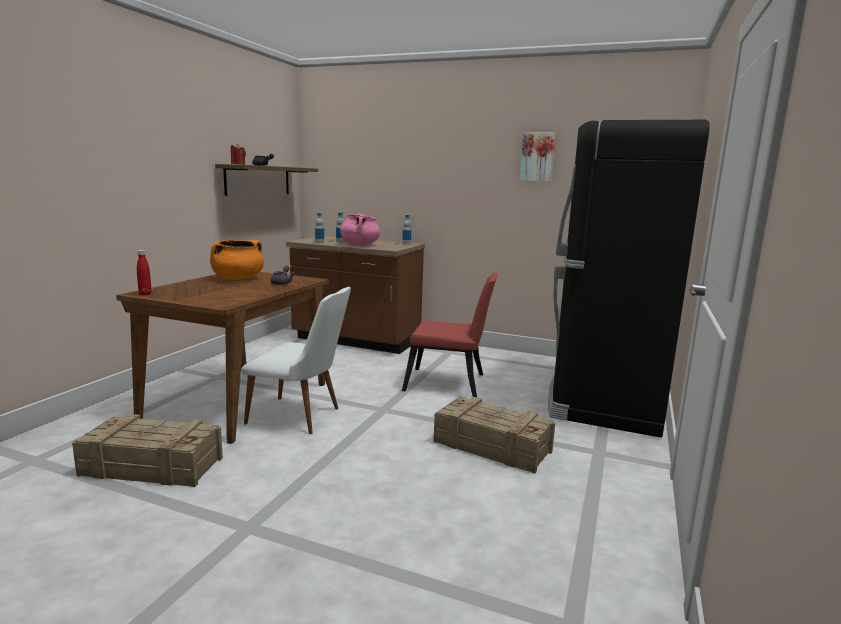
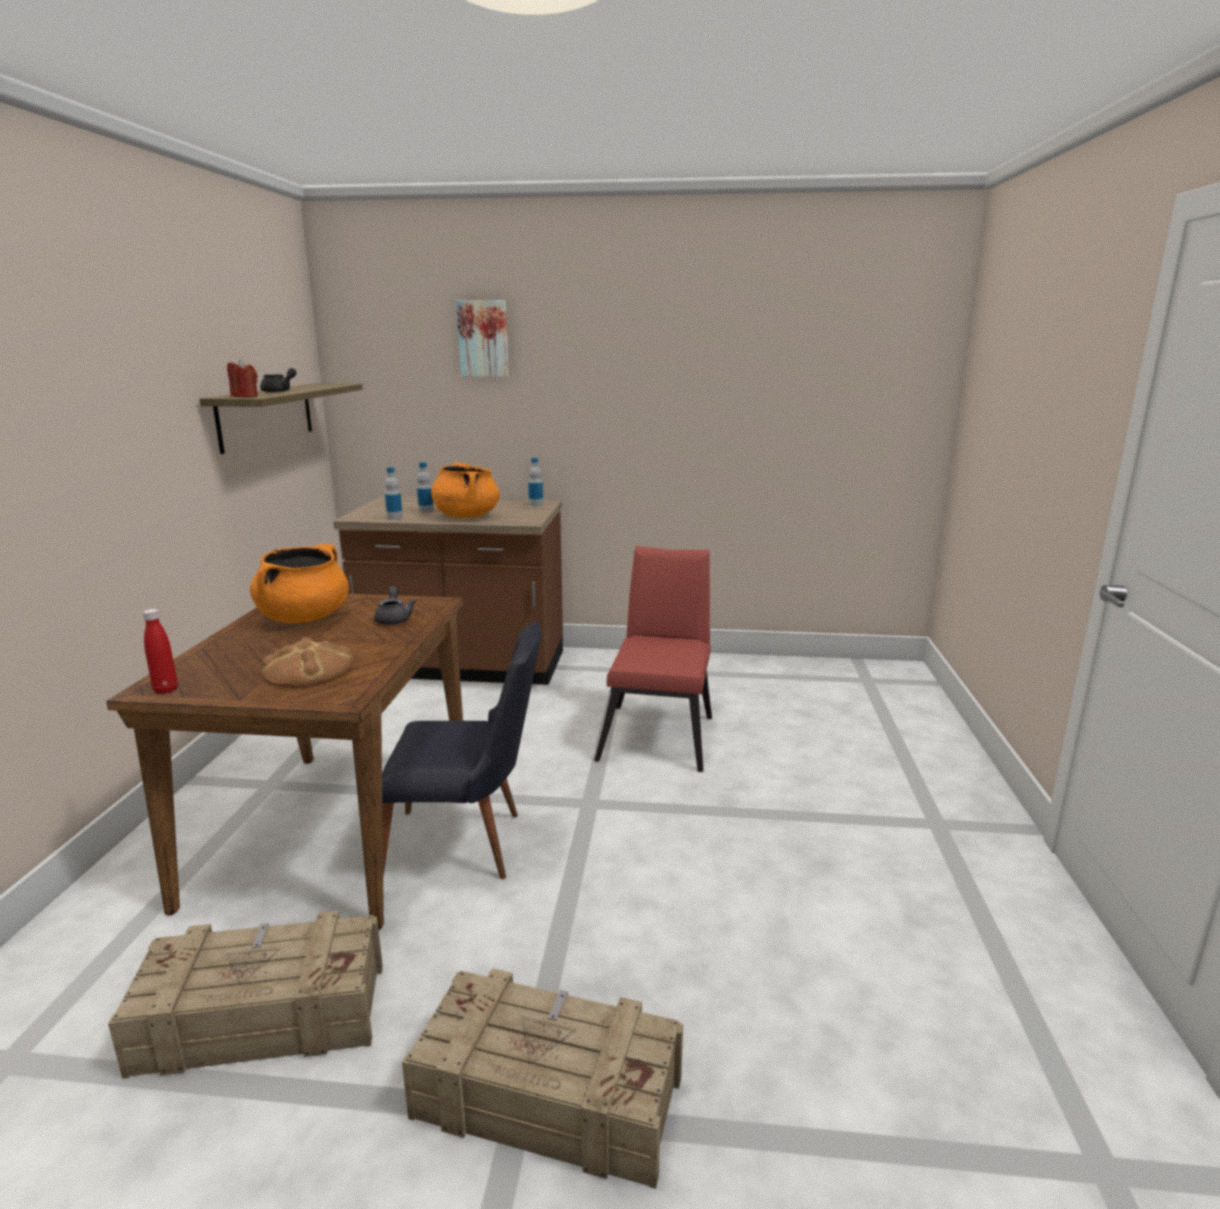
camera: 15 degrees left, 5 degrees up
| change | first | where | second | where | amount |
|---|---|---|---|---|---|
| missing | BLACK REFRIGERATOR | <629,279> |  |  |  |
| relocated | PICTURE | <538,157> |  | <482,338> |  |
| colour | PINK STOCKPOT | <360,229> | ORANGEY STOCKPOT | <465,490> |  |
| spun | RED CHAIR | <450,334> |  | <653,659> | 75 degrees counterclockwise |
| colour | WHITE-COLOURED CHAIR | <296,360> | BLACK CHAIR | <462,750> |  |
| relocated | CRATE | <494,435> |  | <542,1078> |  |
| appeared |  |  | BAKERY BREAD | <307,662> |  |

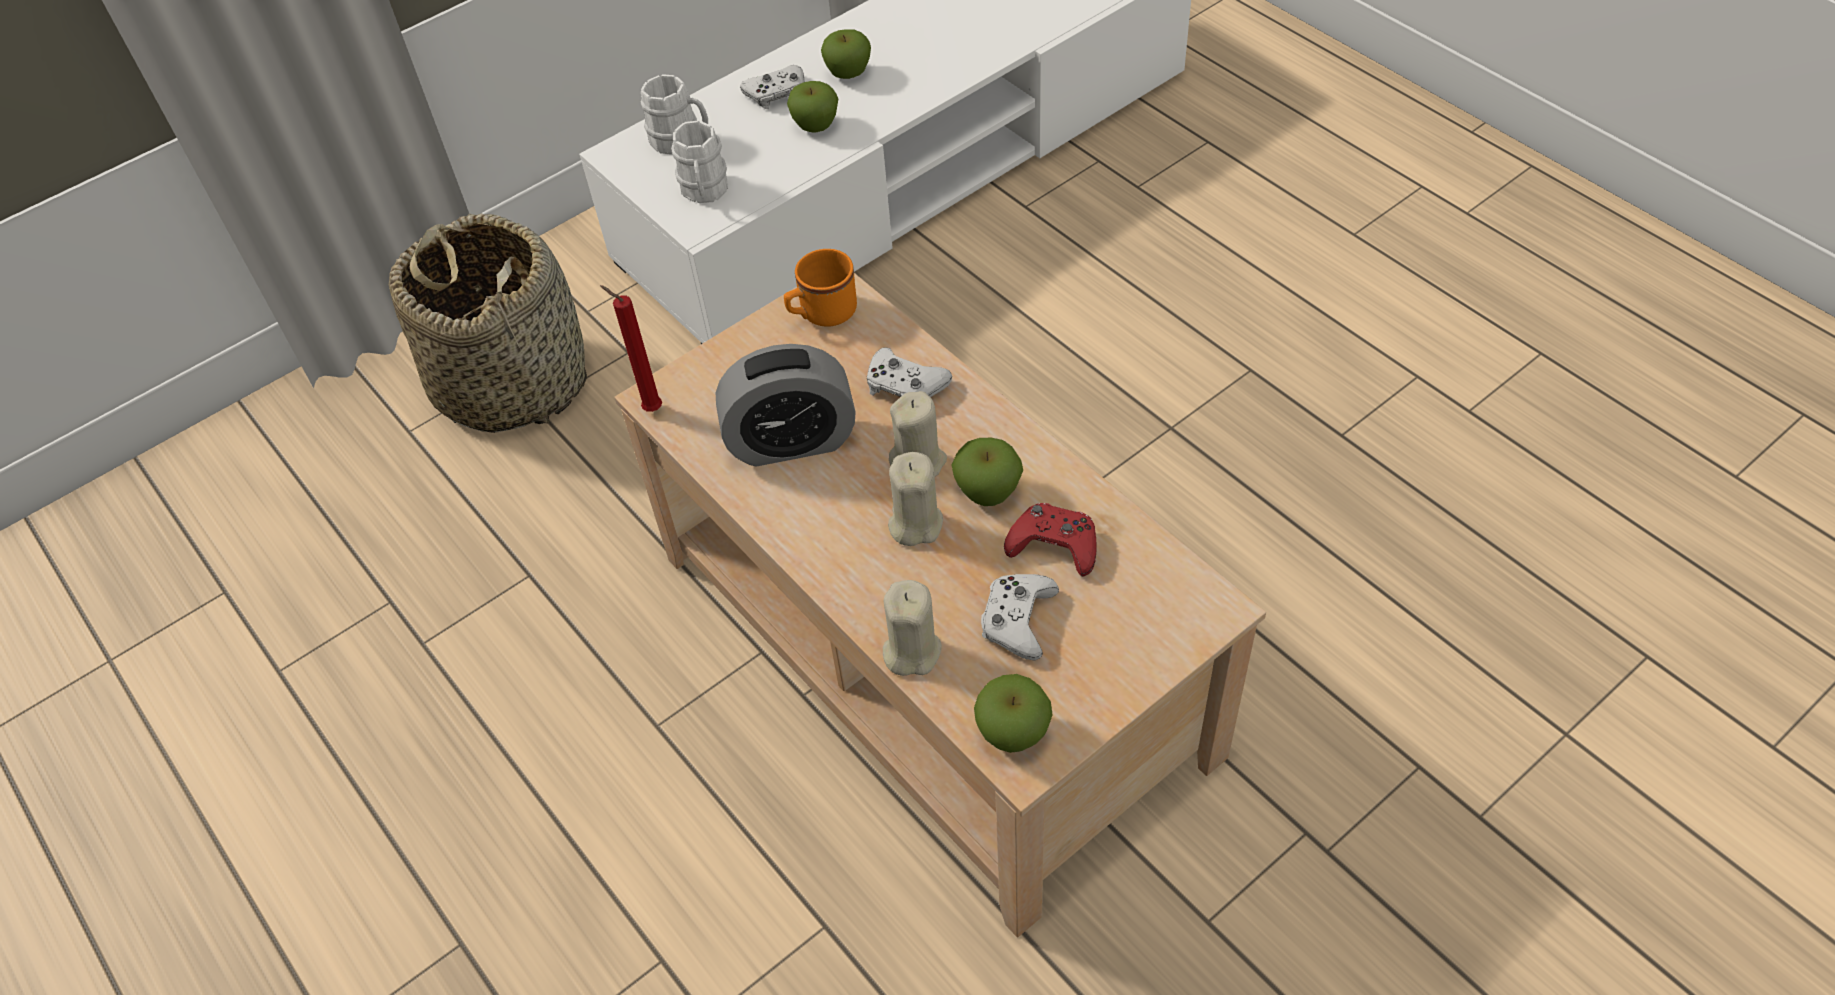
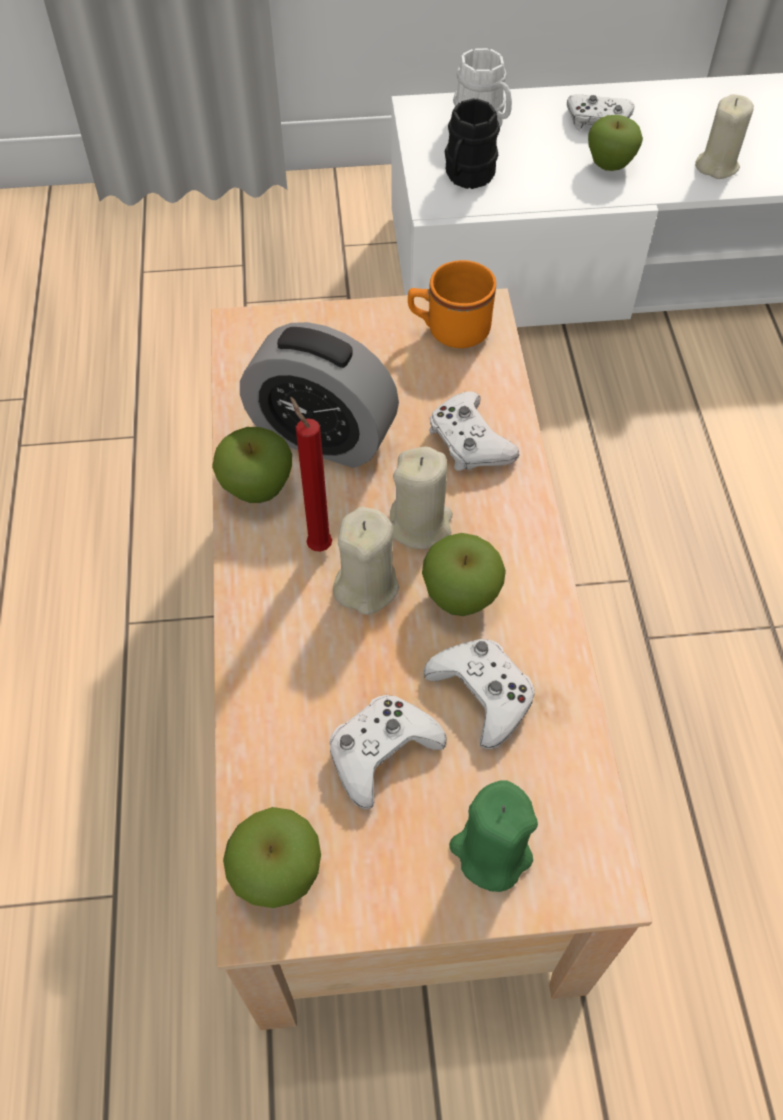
camera: 30 degrees right, 5 degrees up
| change | first | where | second | where | amount |
|---|---|---|---|---|---|
| relocated | APPLE | <846,54> |  | <252,465> |  |
| colour | WHITE-COLOURED TEA MUG | <699,162> | BLACK TEA MUG | <472,143> |  |
| missing | HOUSEHOLD BASKET | <488,323> |  |  |  |
| relocated | RED WAX CANDLE | <631,348> |  | <311,474> |  |
| colour | RED GAMEPAD | <1050,539> | WHITE-COLOURED GAMEPAD | <479,694> |  |
| relocated | SAND-COLOURED WAX CANDLE | <912,628> |  | <724,136> |  |
| appeared |  |  | GREEN WAX CANDLE | <493,836> |  |

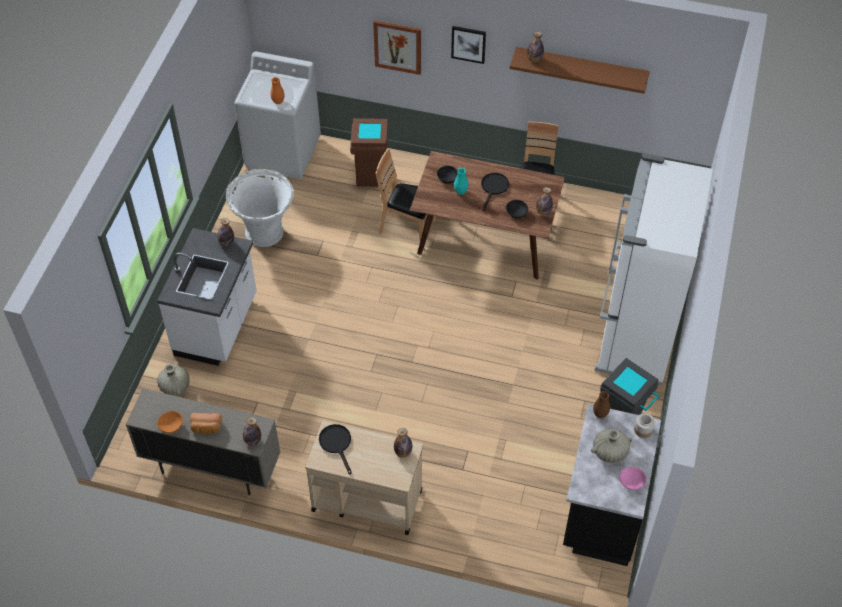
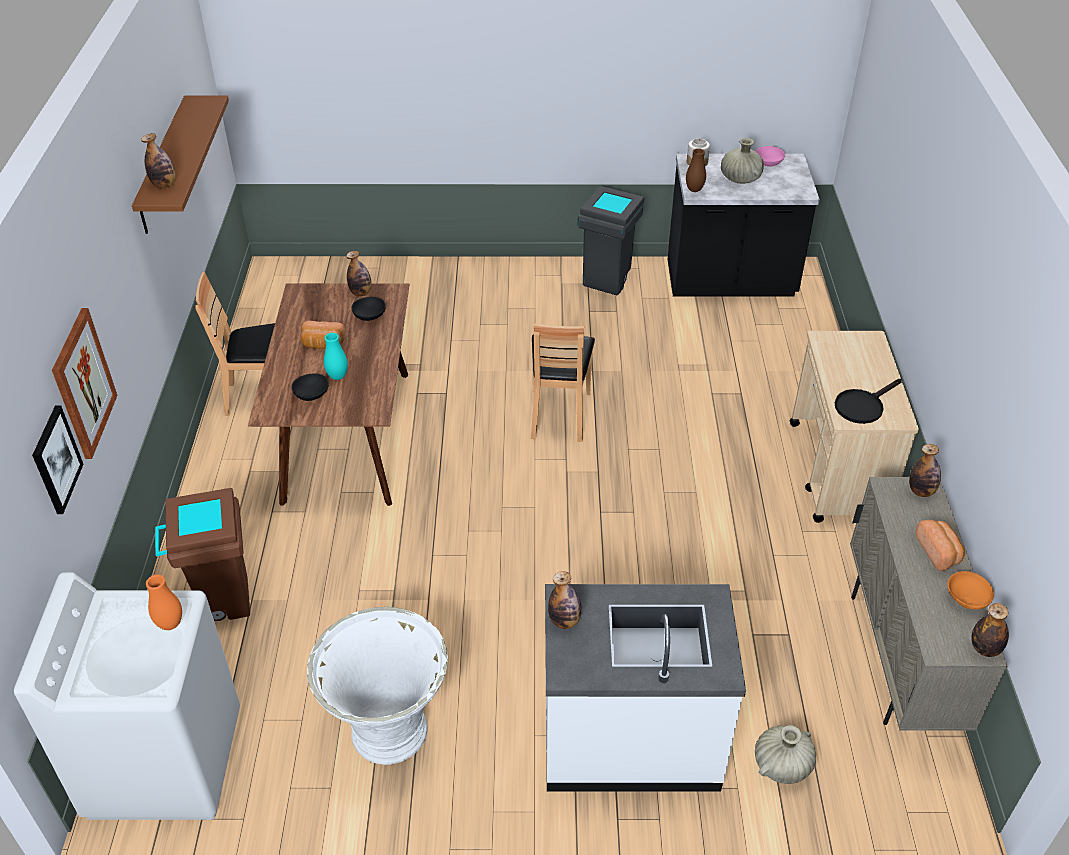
camera: 105 degrees left, 10 degrees down
| change | first | where | second | where | amount |
|---|---|---|---|---|---|
| relocated | PICTURE | <468,45> |  | <58,460> |  |
| relocated | BROWN-COLOURED CHAIR | <405,194> |  | <563,382> |  |
| missing | WHITE-COLOURED REFRIGERATOR | <653,269> |  |  |  |
| exchanged | BLACK PAN | <495,192> | BAKERY BREAD | <323,335> |  |
| relocated | DRINK BOTTLE | <403,443> |  | <990,630> |  |

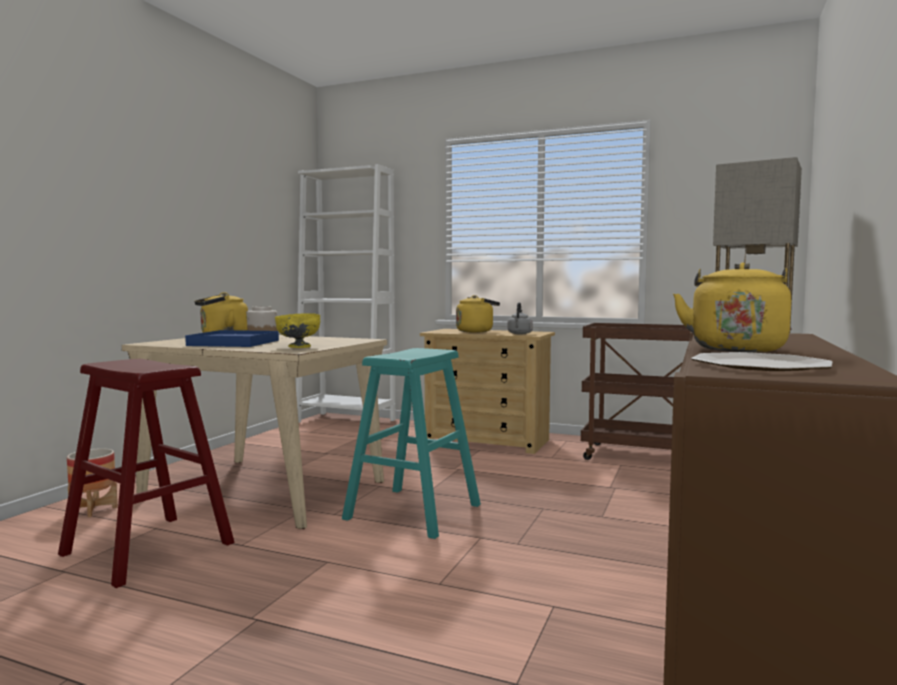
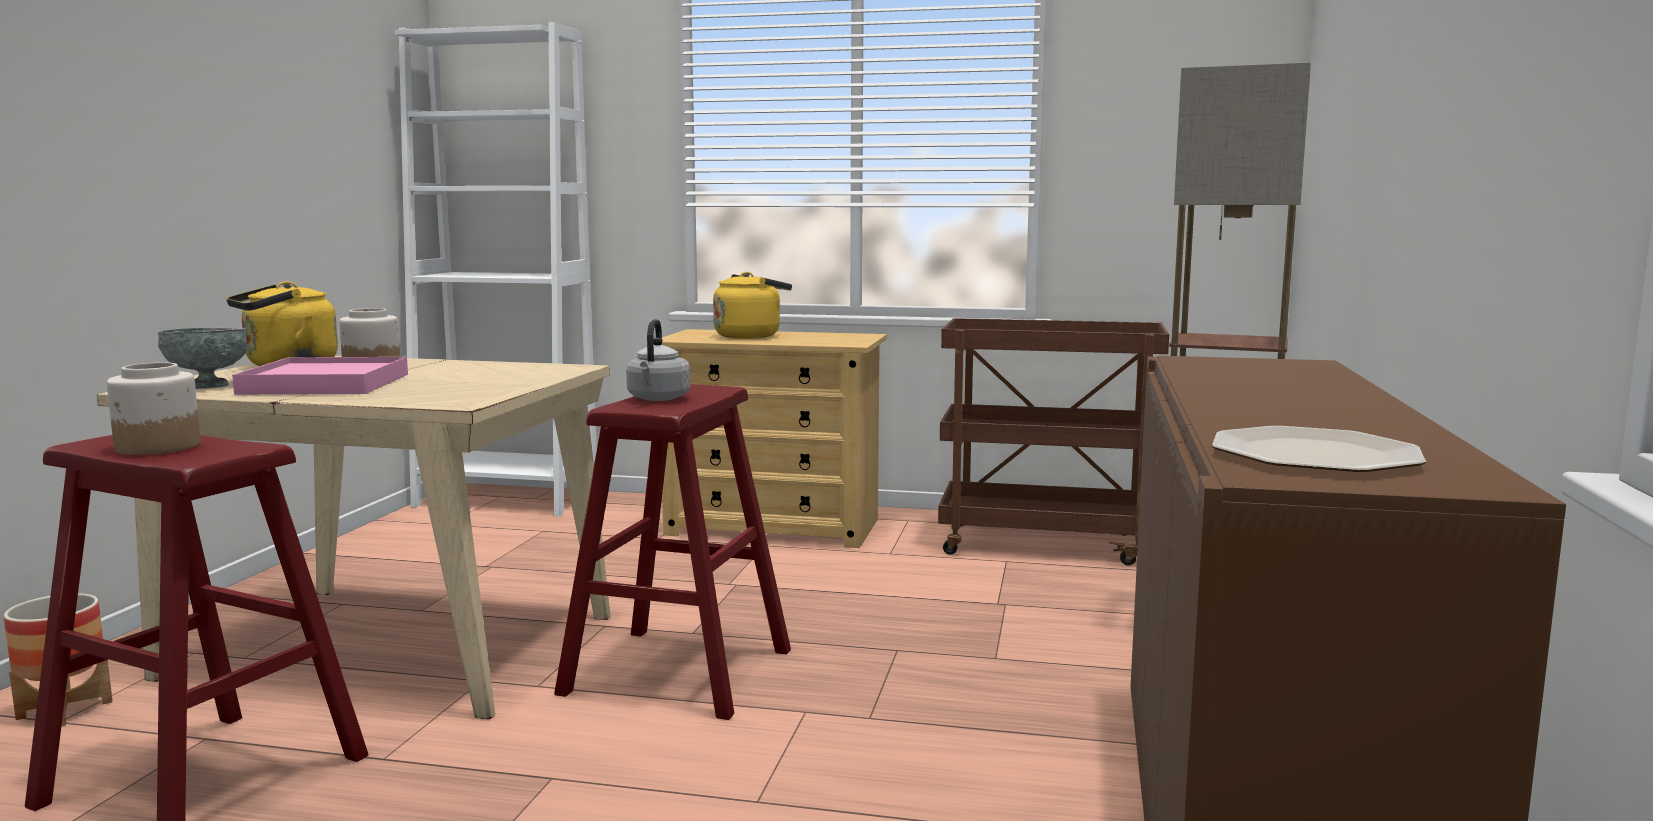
camera: 10 degrees left, 5 degrees up
| change | first | where | second | where | amount |
|---|---|---|---|---|---|
| missing | YELLOW KETTLE | <732,307> |  |  |  |
| relocated | GREYISH KETTLE | <520,318> |  | <658,360> |  |
| missing | YELLOW DEEP DISH | <297,330> |  |  |  |
| colour | BLUE-COLOURED SERVING TRAY | <232,338> | PINK SERVING TRAY | <320,376> |  |
| colour | TURQUOISE-COLOURED STOOL SEAT | <411,443> | RED STOOL SEAT | <672,552> |  |
| appeared |  |  | GREYISH DEEP DISH | <202,358> |  |
| appeared |  |  | PRESERVE JAR | <154,408> |  |

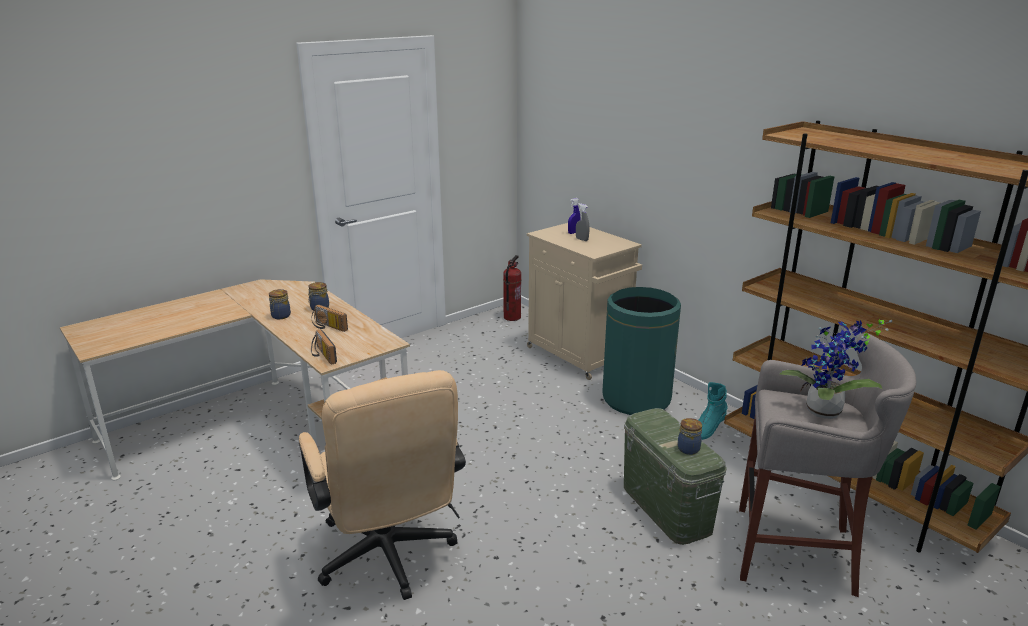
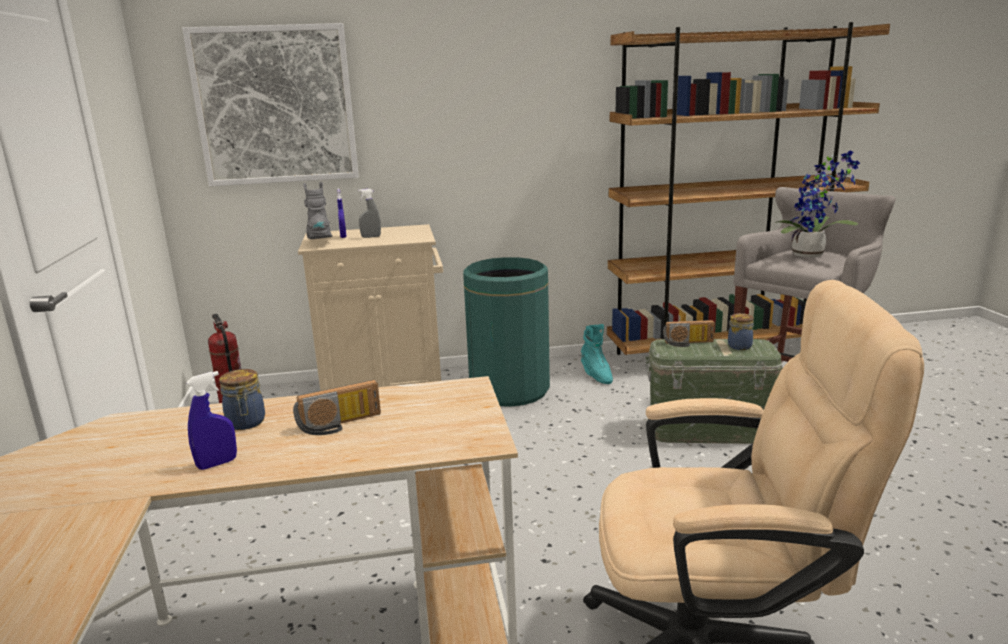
camera: 60 degrees left, 5 degrees down
| change | first | where | second | where | amount |
|---|---|---|---|---|---|
| exchanged | PRESERVE JAR | <280,304> | BLUE-COLOURED SPRAY BOTTLE | <211,420> |  |
| relocated | RADIO | <324,347> |  | <689,333> |  |
| appeared |  |  | PICTURE | <270,104> |  |
| appeared |  |  | GREYISH BOOT | <318,210> |  |

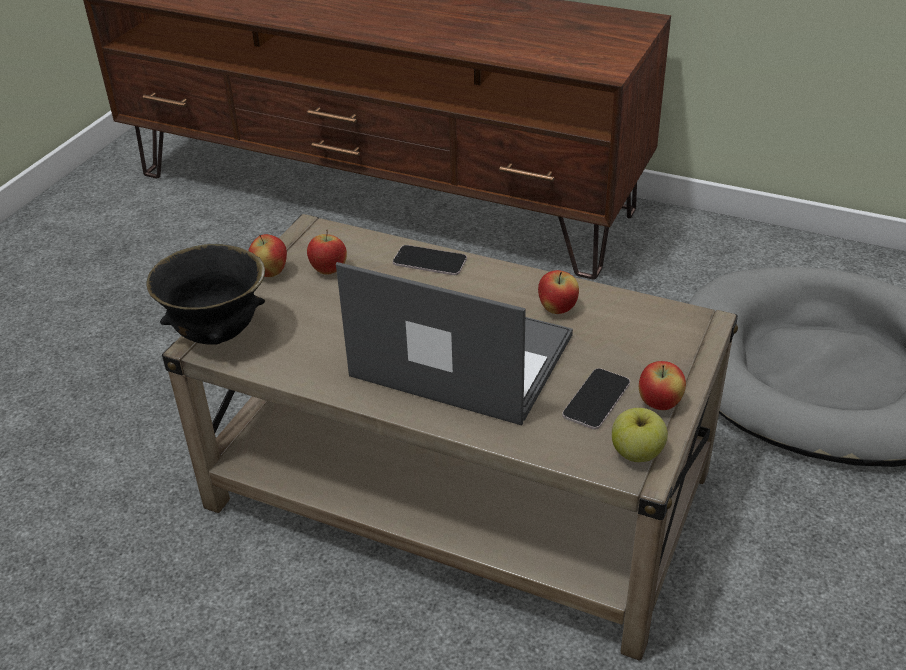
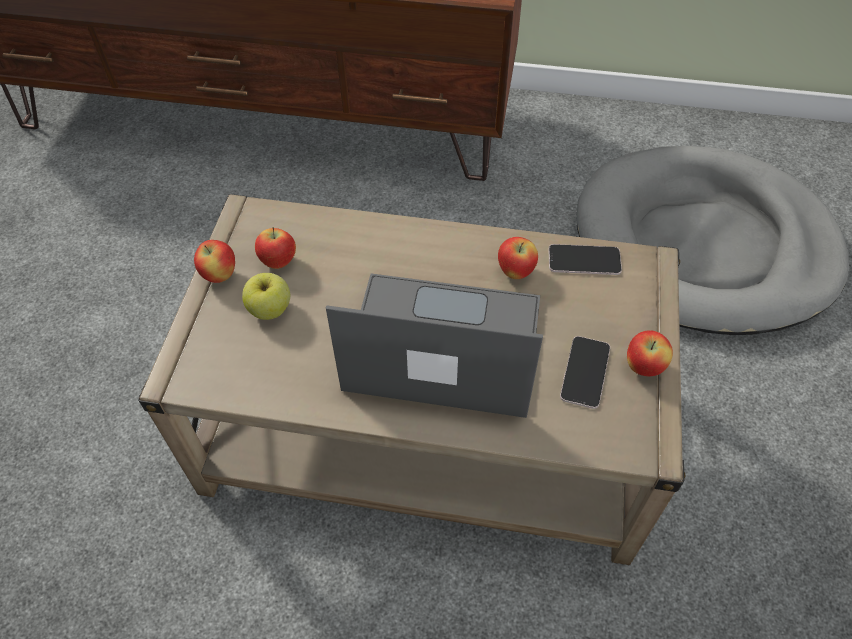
camera: 15 degrees left, 15 degrees up
| change | first | where | second | where | amount |
|---|---|---|---|---|---|
| missing | BLACK DEEP DISH | <205,294> |  |  |  |
| relocated | PHONE | <430,260> |  | <585,259> |  |
| relocated | APPLE | <640,435> |  | <266,296> |  |

